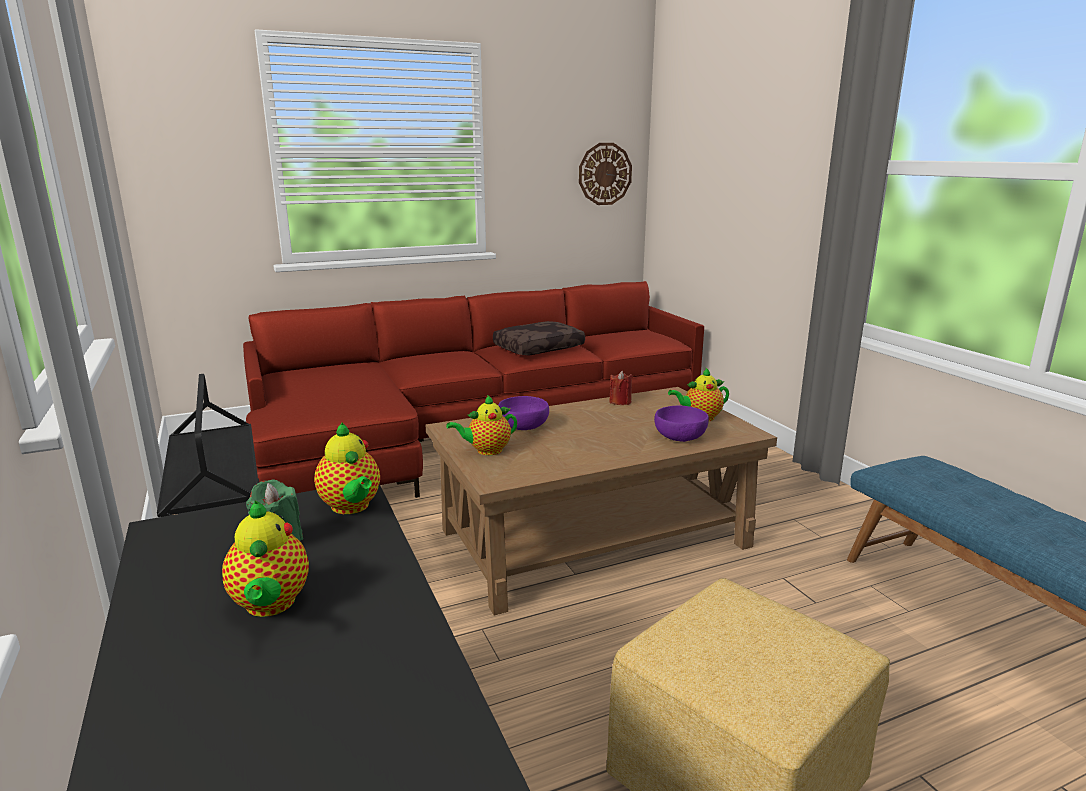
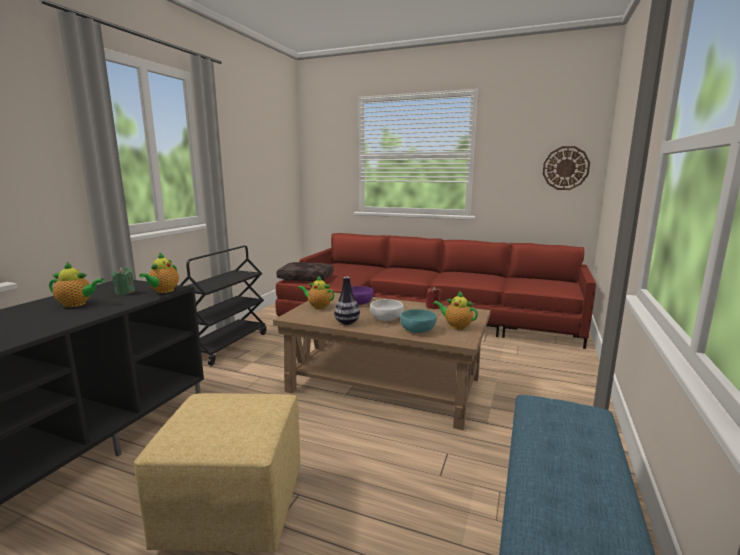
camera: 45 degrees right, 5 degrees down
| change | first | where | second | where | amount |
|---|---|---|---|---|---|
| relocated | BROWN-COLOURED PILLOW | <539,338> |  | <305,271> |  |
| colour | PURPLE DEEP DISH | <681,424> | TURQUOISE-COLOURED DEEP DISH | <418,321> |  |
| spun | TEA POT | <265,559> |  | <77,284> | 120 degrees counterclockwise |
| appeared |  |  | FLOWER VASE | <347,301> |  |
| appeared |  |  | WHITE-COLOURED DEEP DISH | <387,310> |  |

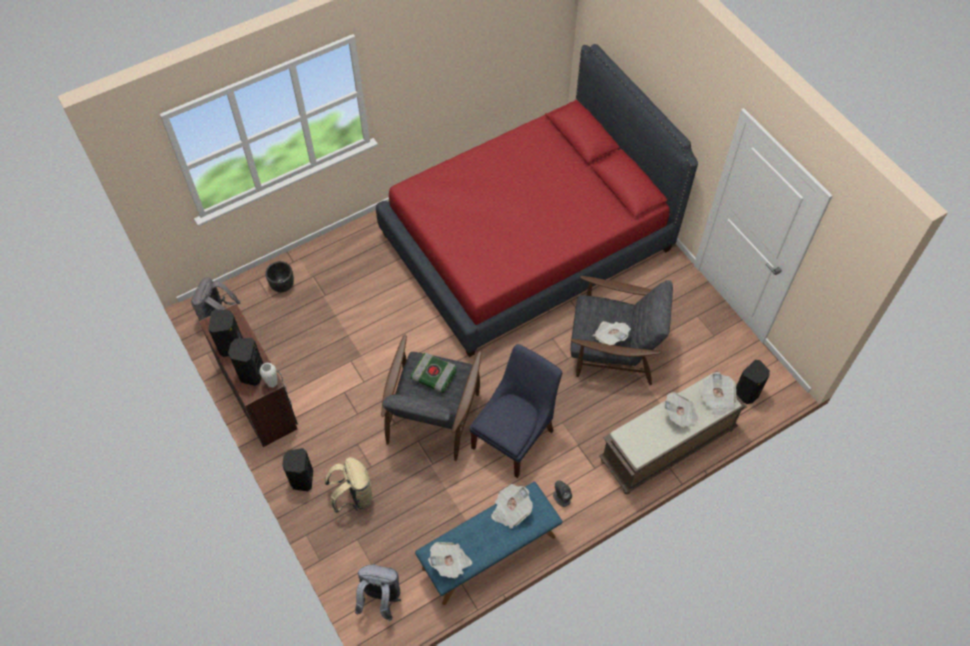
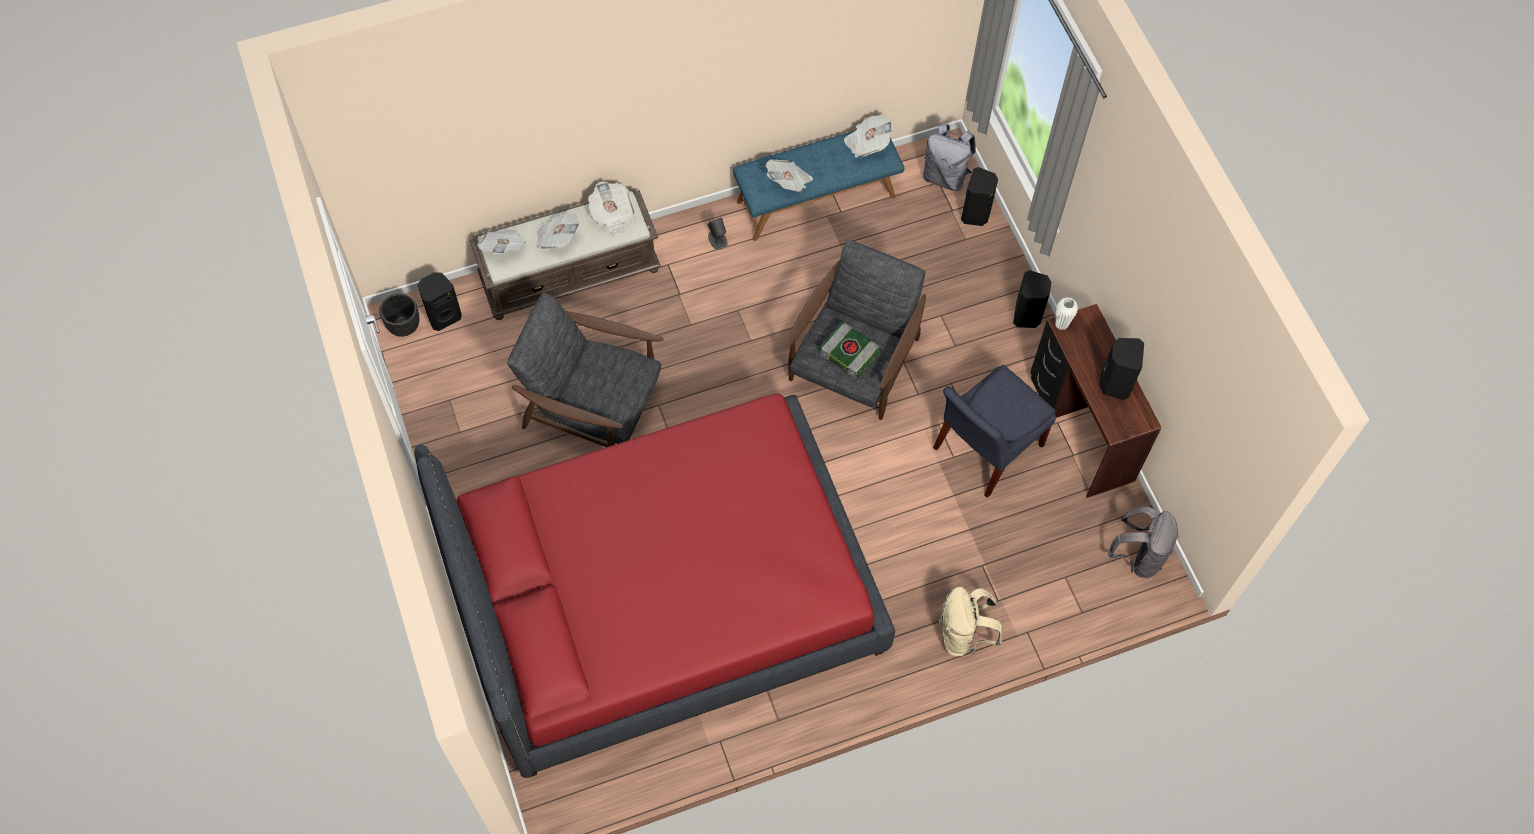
camera: 170 degrees left, 5 degrees up
| change | first | where | second | where | amount |
|---|---|---|---|---|---|
| relocated | BLACK PLANT POT | <279,276> |  | <399,315> |  |
| relocated | DAILY PAPER | <612,333> |  | <612,208> |  |
| relocated | BLACK SPEAKER | <245,362> |  | <979,196> |  |
| relocated | BLUE-COLOURED CHAIR | <516,411> |  | <994,431> |  |
| relocated | SAND-COLOURED RUCKSACK | <349,485> |  | <971,621> |  |

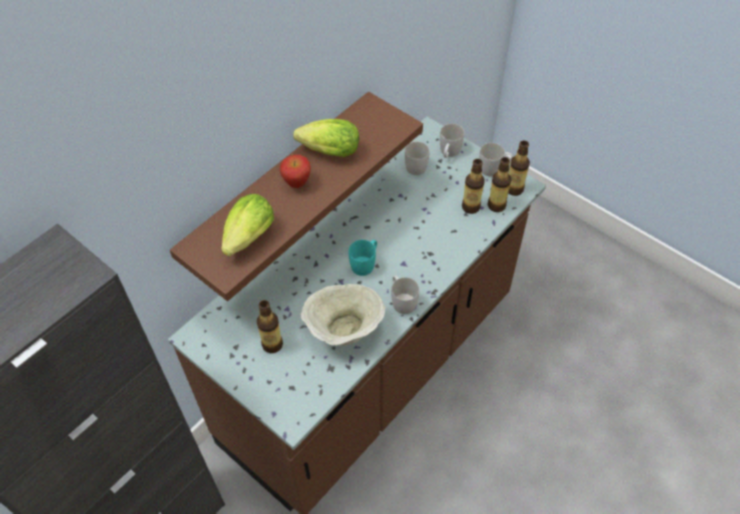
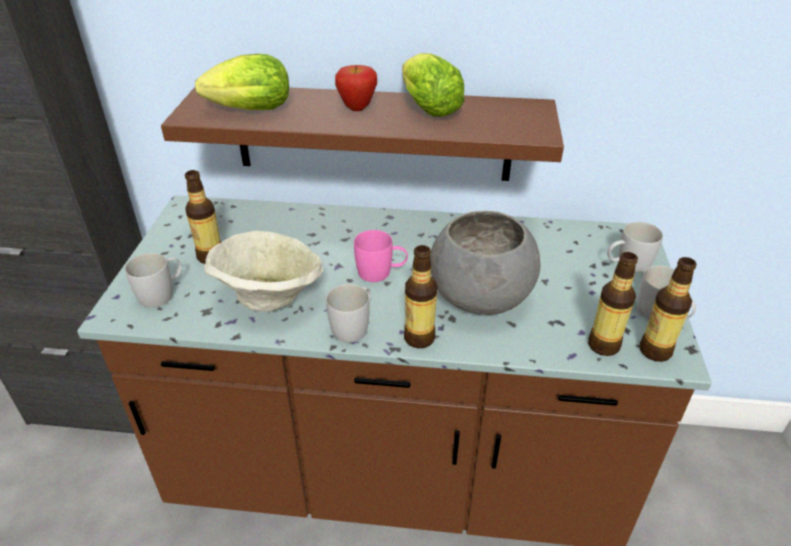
camera: 55 degrees right, 15 degrees down
| change | first | where | second | where | amount |
|---|---|---|---|---|---|
| relocated | WHITE-COLOURED TEA MUG | <417,158> |  | <153,280> |  |
| relocated | DRINK BOTTLE | <473,186> |  | <421,296> |  |
| colour | TURQUOISE-COLOURED TEA MUG | <363,258> | PINK TEA MUG | <381,256> |  |
| appeared |  |  | GREYISH DEEP DISH | <485,263> |  |

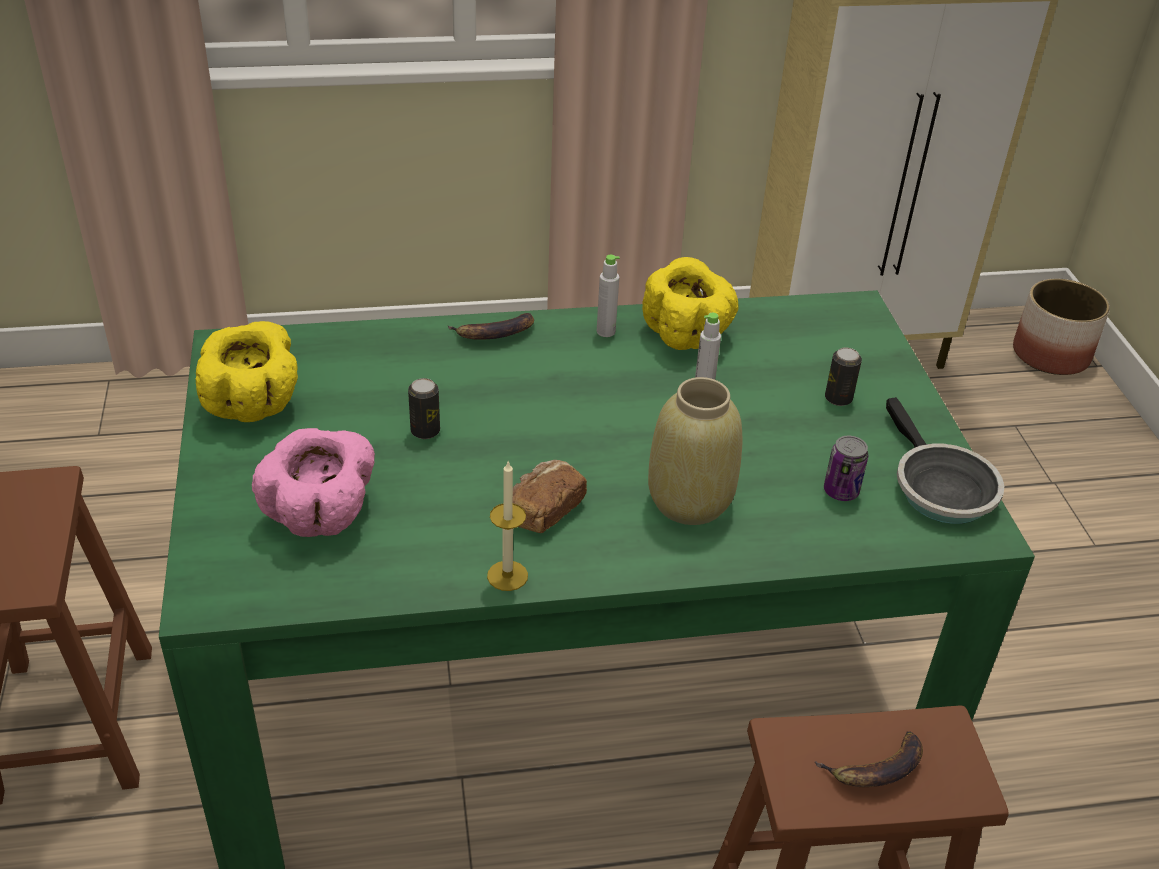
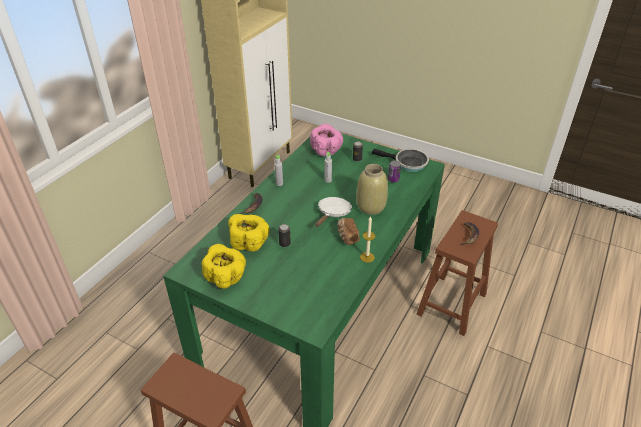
camera: 50 degrees left, 0 degrees up
| change | first | where | second | where | amount |
|---|---|---|---|---|---|
| relocated | YELLOW DEEP DISH | <690,303> |  | <248,233> |  |
| missing | PLANT POT | <1061,327> |  |  |  |
| relocated | PINK DEEP DISH | <313,482> |  | <326,140> |  |
| appeared |  |  | WHITE-COLOURED PAN | <333,212> |  |

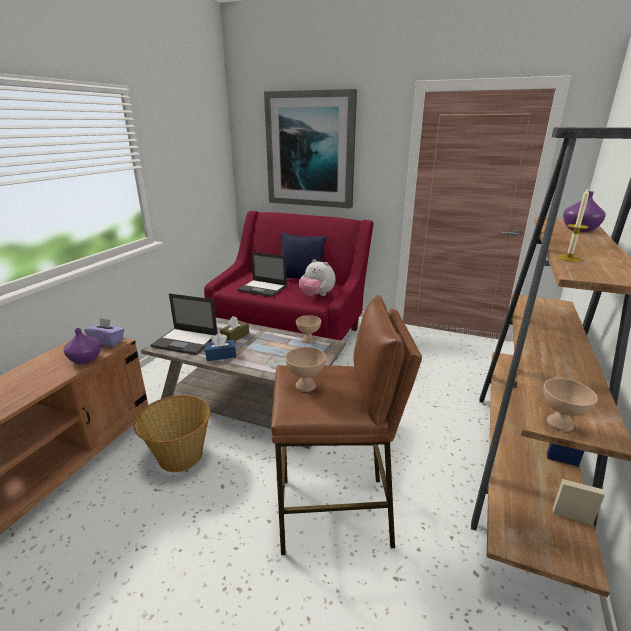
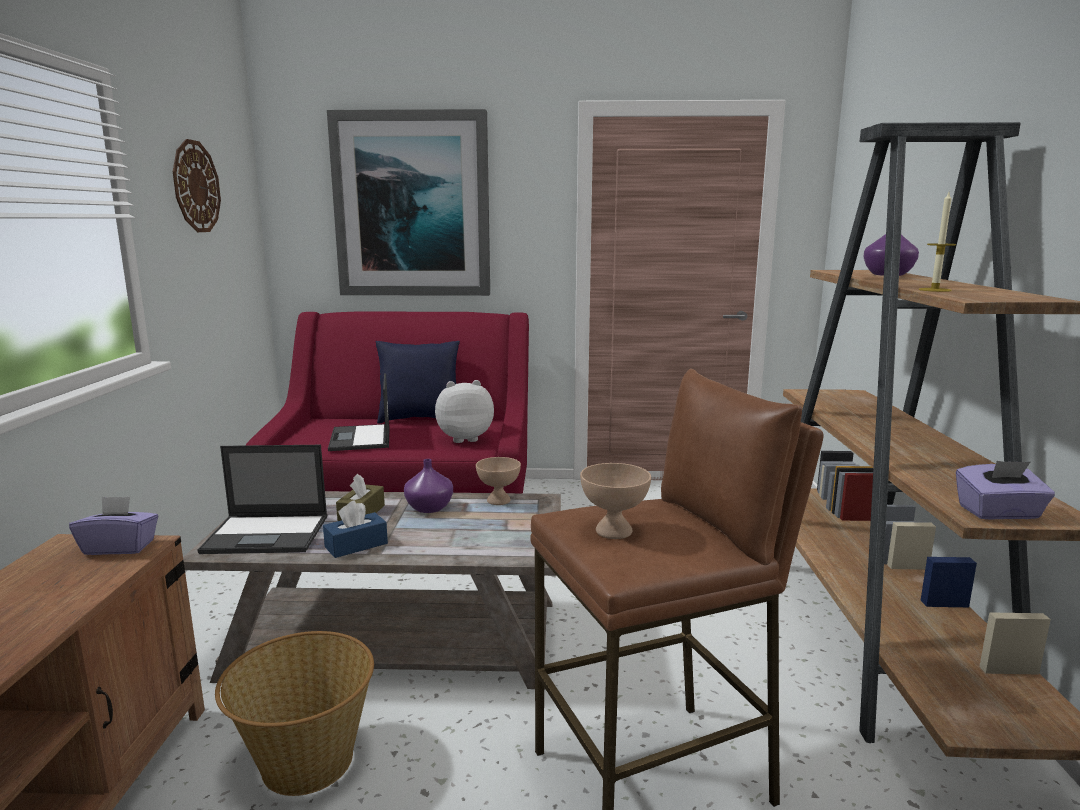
camera: 20 degrees left, 10 degrees down
| change | first | where | second | where | amount |
|---|---|---|---|---|---|
| spun | NOTEBOOK COMPUTER | <262,274> |  | <359,412> | 75 degrees clockwise |
| spun | CUDDLY TOY | <317,277> |  | <464,411> | 150 degrees clockwise |
| relocated | PURPLE FLOWER VASE | <82,346> |  | <428,486> |  |
| exchanged | SAND-COLOURED DEEP DISH | <570,405> | PURPLE TISSUE HOLDER | <1005,490> |  |
| appeared |  |  | CLOCK ON THE WALL | <197,185> |  |

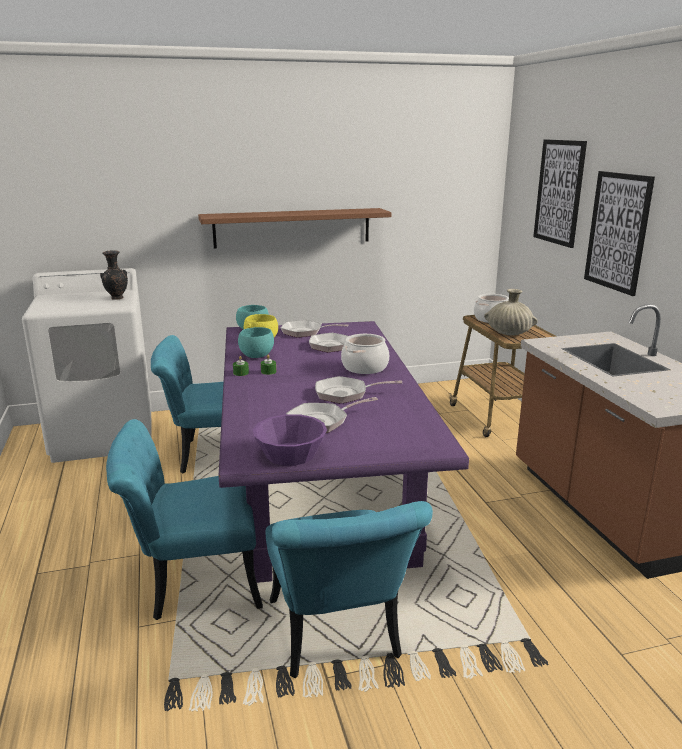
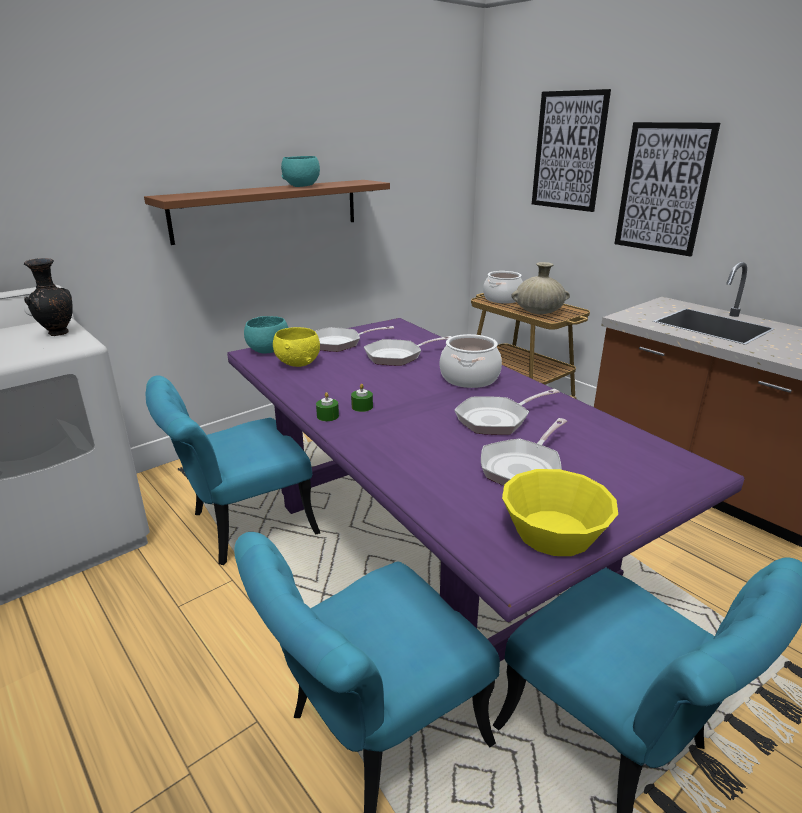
camera: 25 degrees left, 5 degrees up
| change | first | where | second | where | amount |
|---|---|---|---|---|---|
| relocated | TURQUOISE-COLOURED DEEP DISH | <256,342> |  | <300,171> |  |
| colour | PURPLE DEEP DISH | <290,440> | YELLOW DEEP DISH | <560,512> |  |

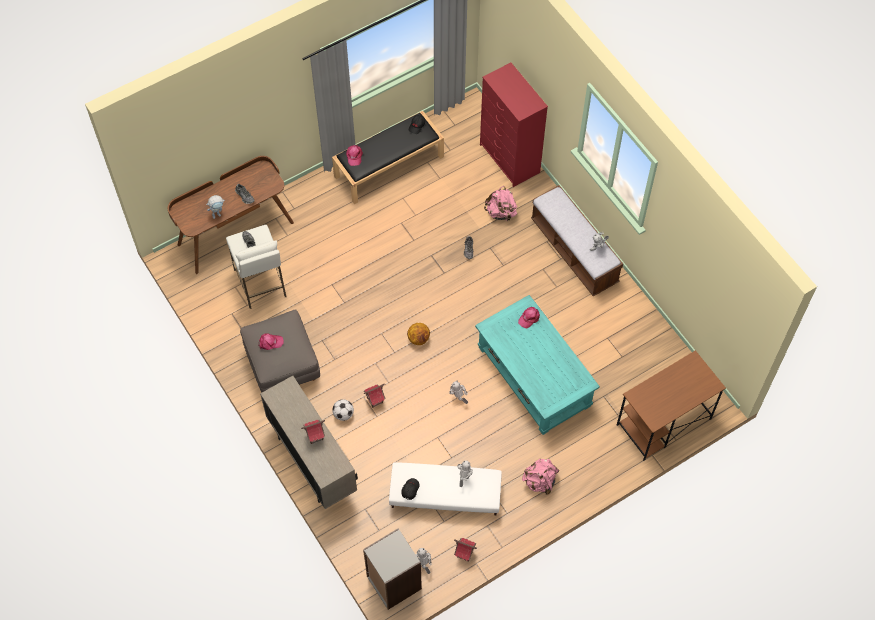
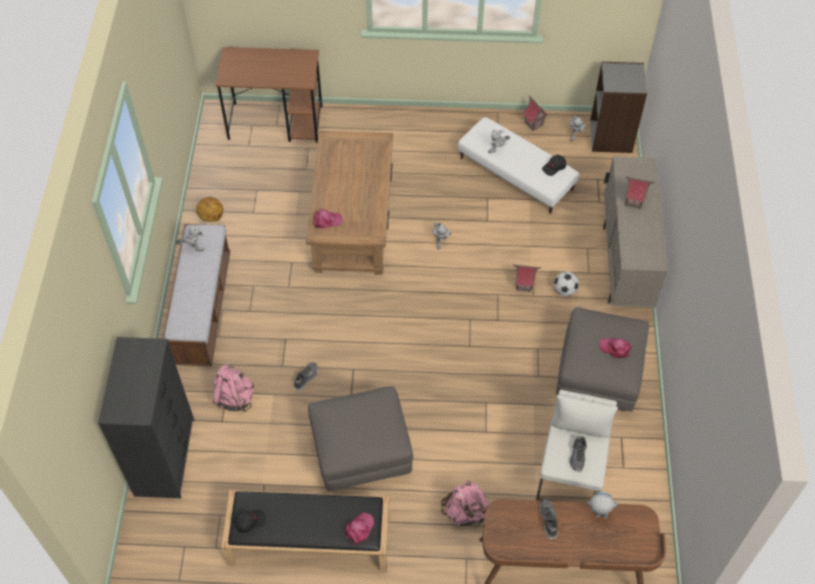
camera: 145 degrees left, 5 degrees down
| change | first | where | second | where | amount |
|---|---|---|---|---|---|
| colour | RED DRAWER CHEST | <514,124> | BLACK DRAWER CHEST | <146,417> |  |
| colour | TURQUOISE-COLOURED LOUNGE TABLE | <537,365> | BROWN-COLOURED LOUNGE TABLE | <349,203> |  |
| relocated | BALL FOR BASKETBALL | <418,334> |  | <209,209> |  |
| relocated | PINK RUCKSACK | <540,476> |  | <465,503> |  |
| appeared |  |  | GREYISH FOOTREST | <360,438> |  |

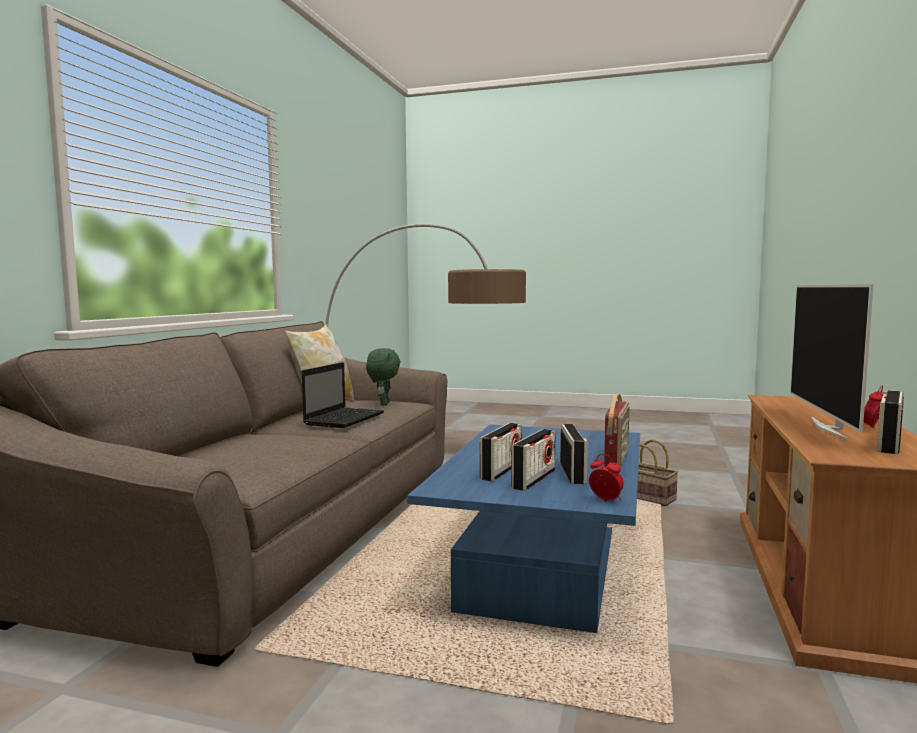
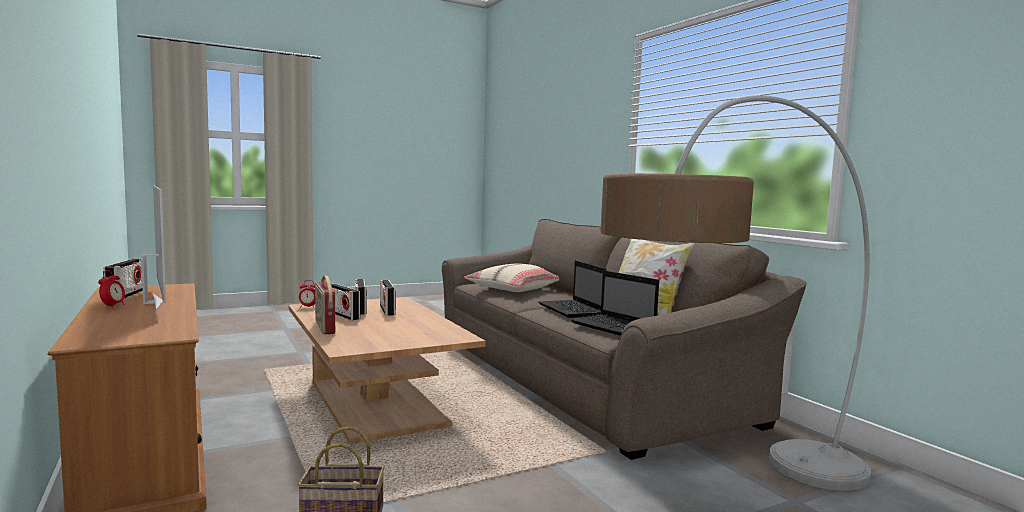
camera: 135 degrees right, 0 degrees up
| change | first | where | second | where | amount |
|---|---|---|---|---|---|
| exchanged | GREEN CUDDLY TOY | <383,377> | NOTEBOOK COMPUTER | <615,303> |  |
| colour | BLUE-COLOURED LOUNGE TABLE | <523,529> | BROWN-COLOURED LOUNGE TABLE | <387,370> |  |
| appeared |  |  | SAND-COLOURED PILLOW | <511,277> |  |

